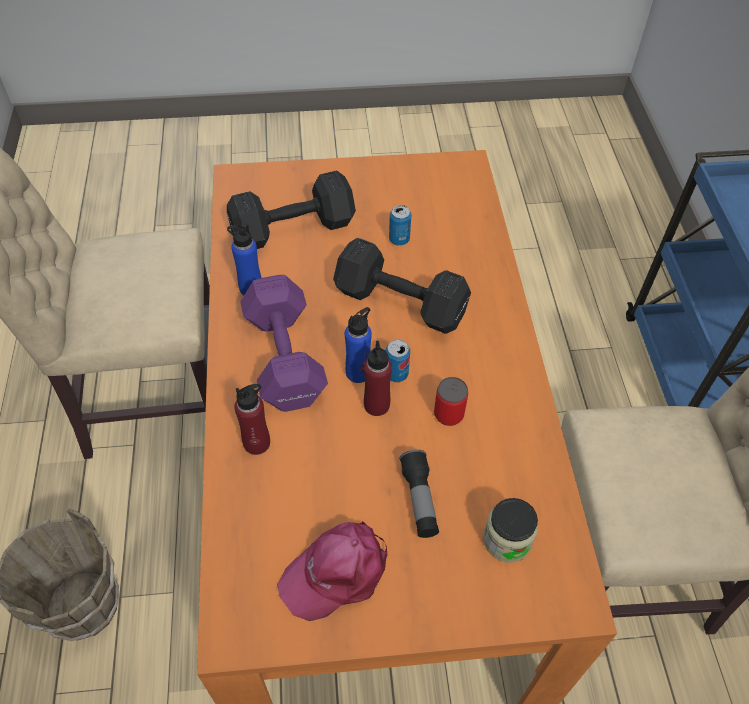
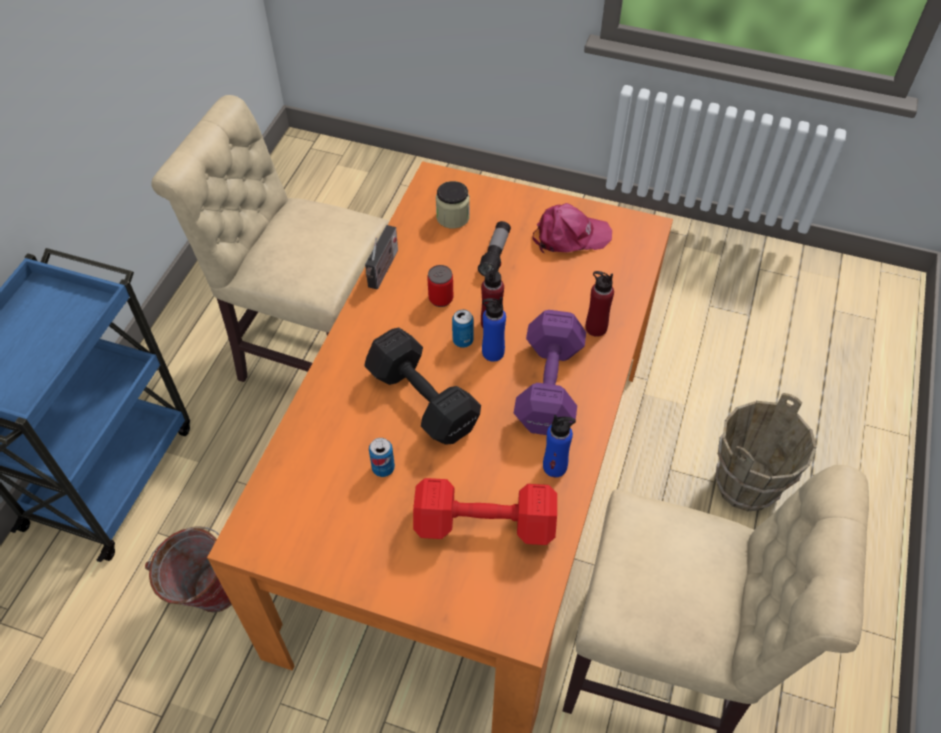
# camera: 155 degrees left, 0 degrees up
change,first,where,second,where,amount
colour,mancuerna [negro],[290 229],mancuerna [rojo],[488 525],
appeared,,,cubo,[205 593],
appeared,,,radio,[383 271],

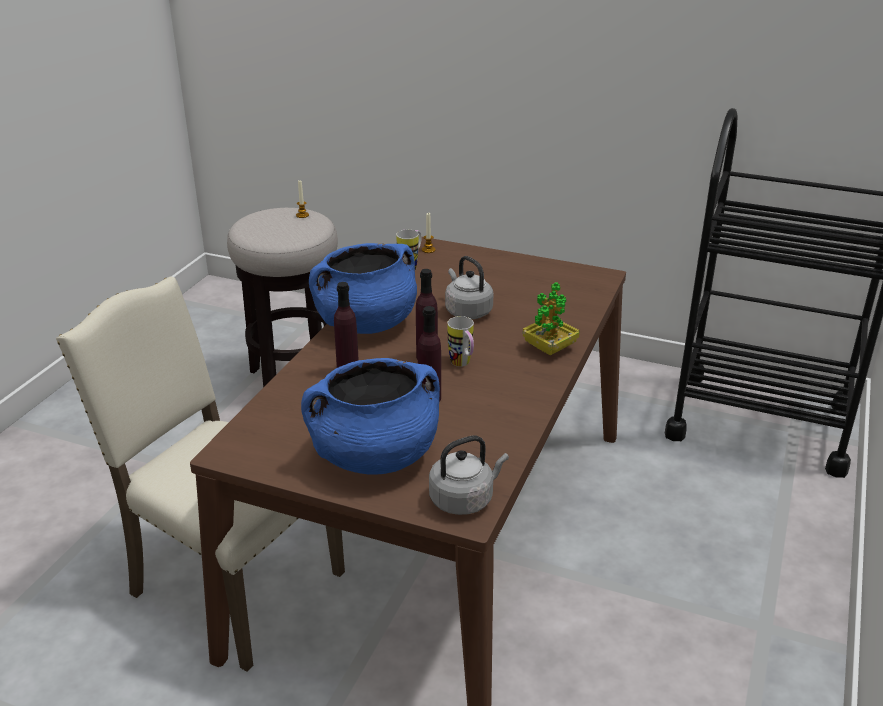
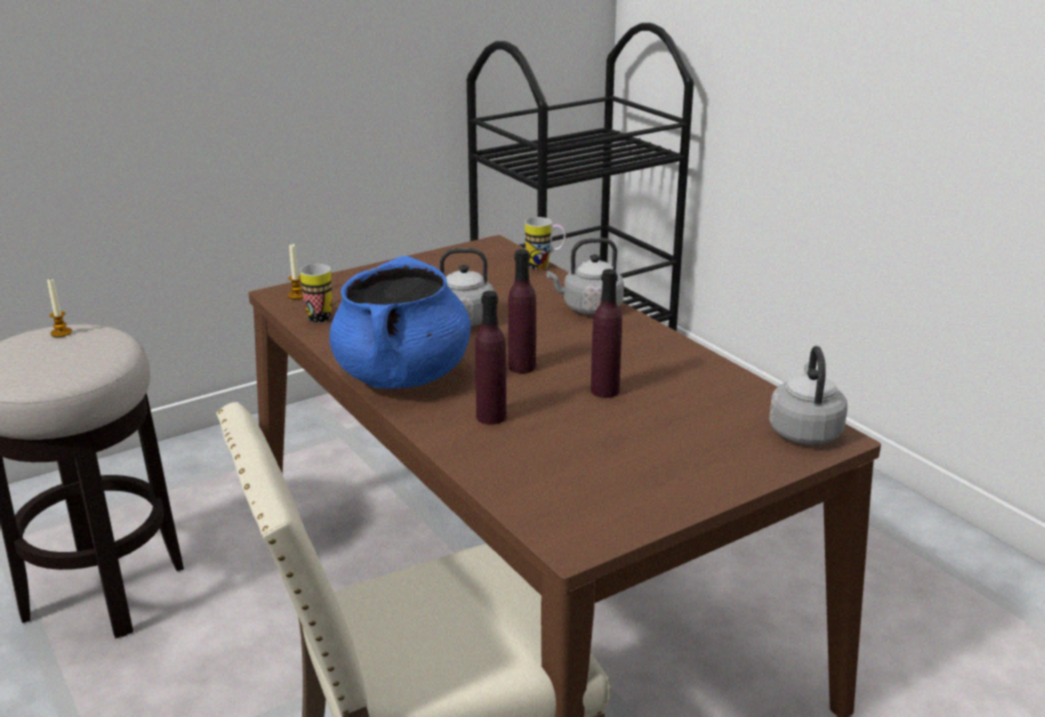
# camera: 55 degrees left, 5 degrees down
change,first,where,second,where,amount
missing,olla [azul],[375 456],,,
relocated,taza grande,[463 365],,[545 266],
exchanged,planta en maceta,[549 348],hervidor [gris],[589 308],

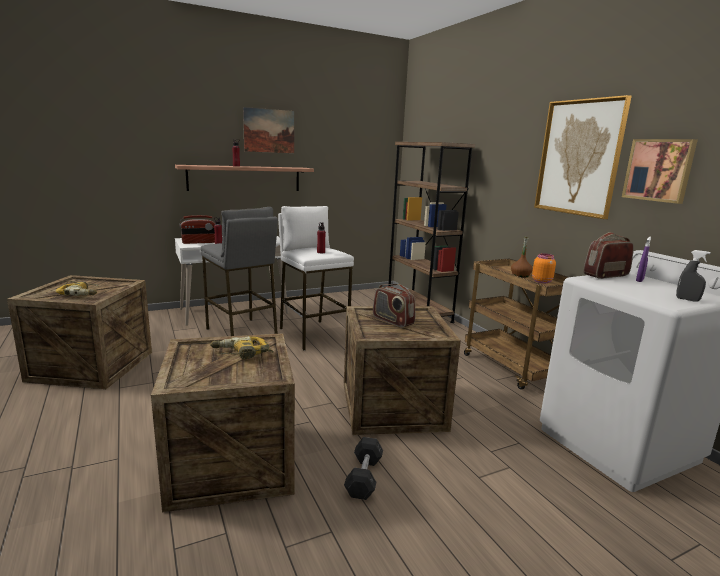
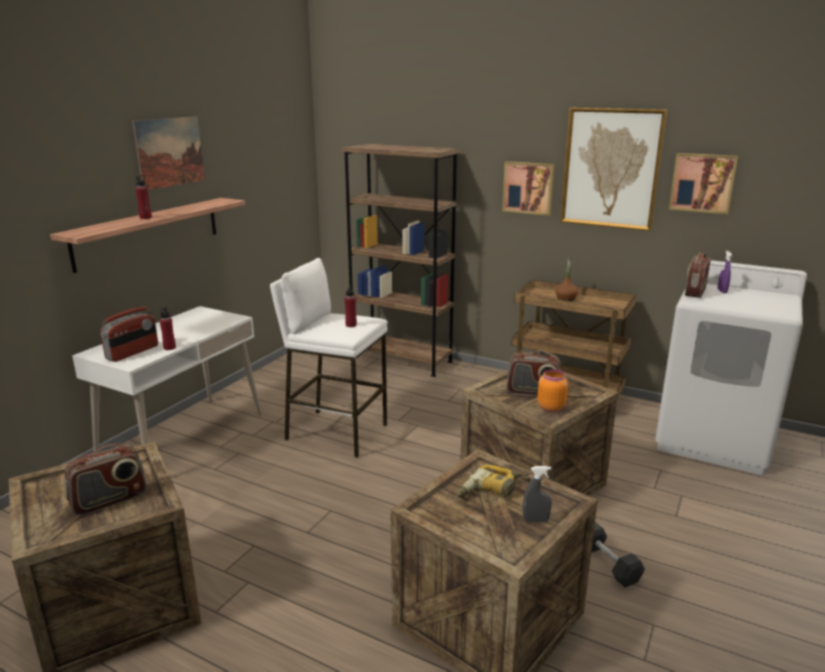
# camera: 35 degrees left, 5 degrees up
change,first,where,second,where,amount
exchanged,taladro,[80 293],radio,[109 500],
missing,taburete [gris],[241 333],,,
relocated,tarro [naranja],[541 281],,[550 407],
relocated,pulverizador [gris],[687 299],,[535 520],
appeared,,,cuadro,[528 187],

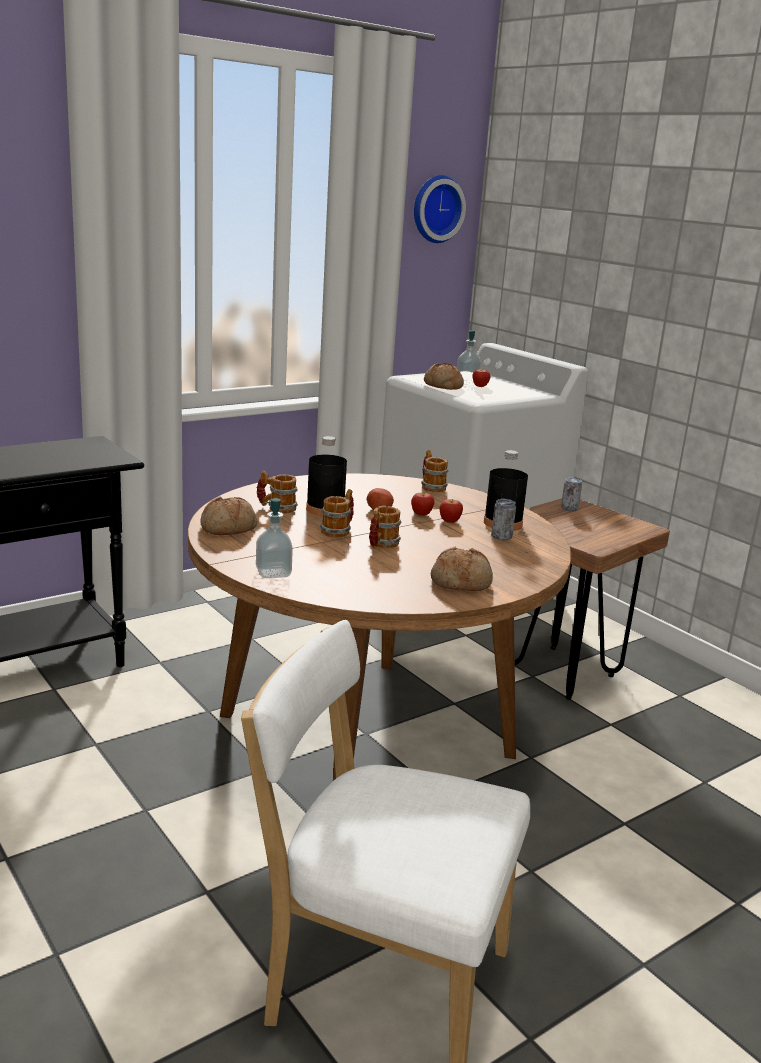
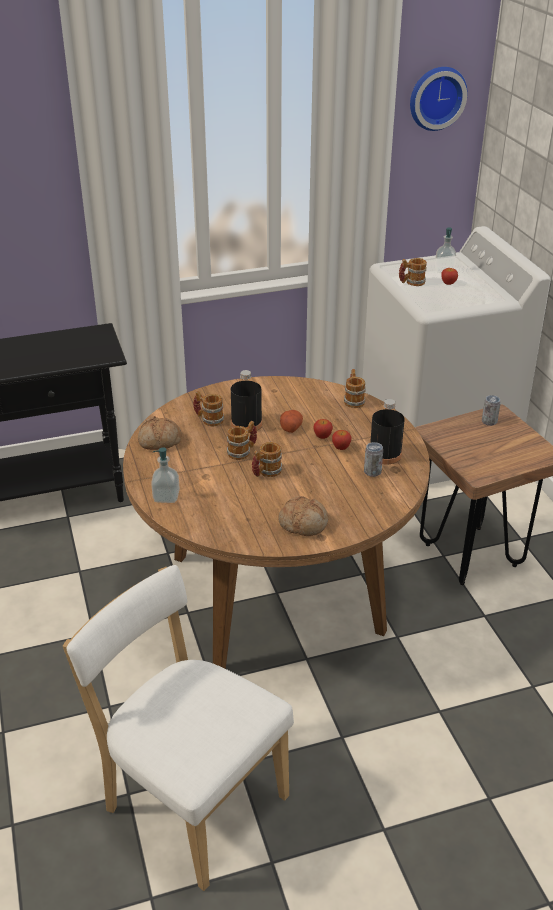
# camera: 20 degrees right, 15 degrees up
change,first,where,second,where,amount
exchanged,pan,[442 386],taza grande,[411 282],

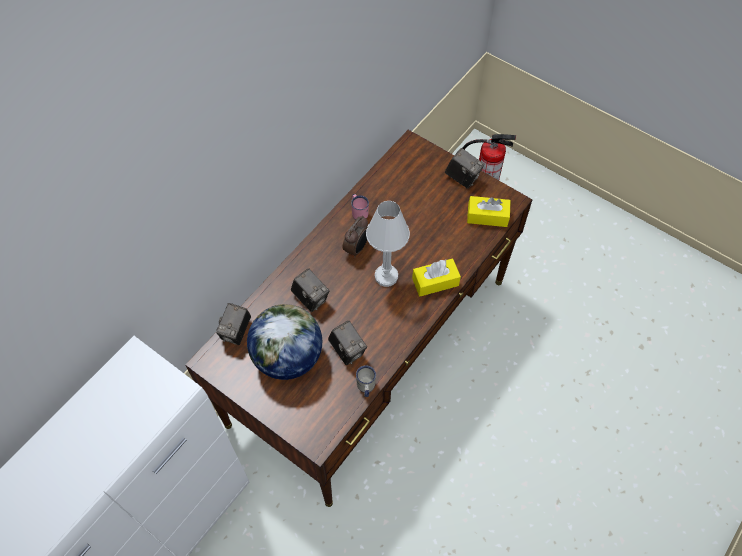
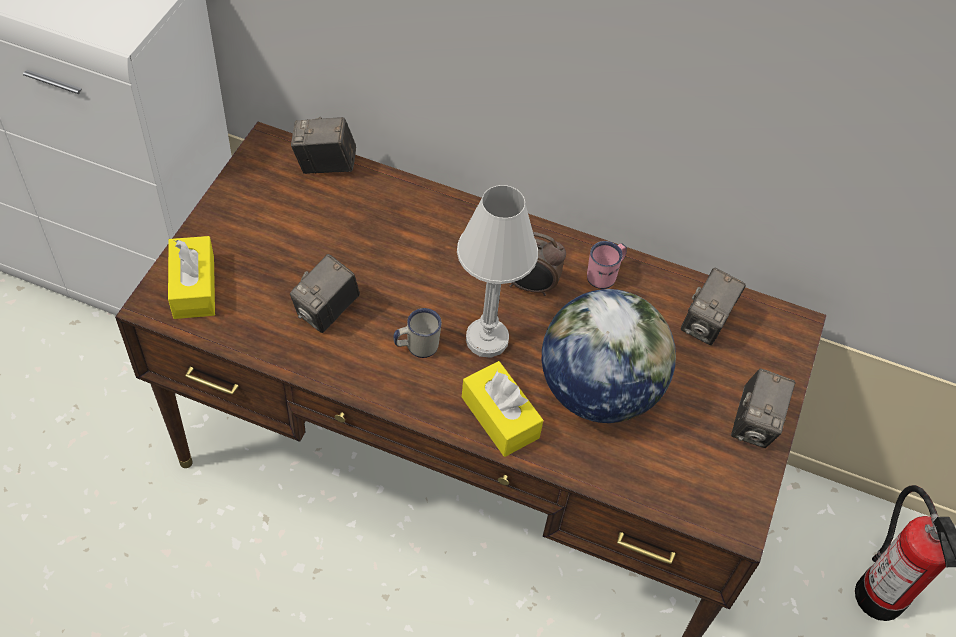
# camera: 70 degrees right, 5 degrees down
change,first,where,second,where,amount
relocated,globo terráqueo,[287 357],,[598 390],
relocated,cámara,[311 298],,[706 324],
relocated,taza grande [blanco],[365 388],,[416 346],
relocated,caja de pañuelos [amarillo],[487 216],,[194 287],

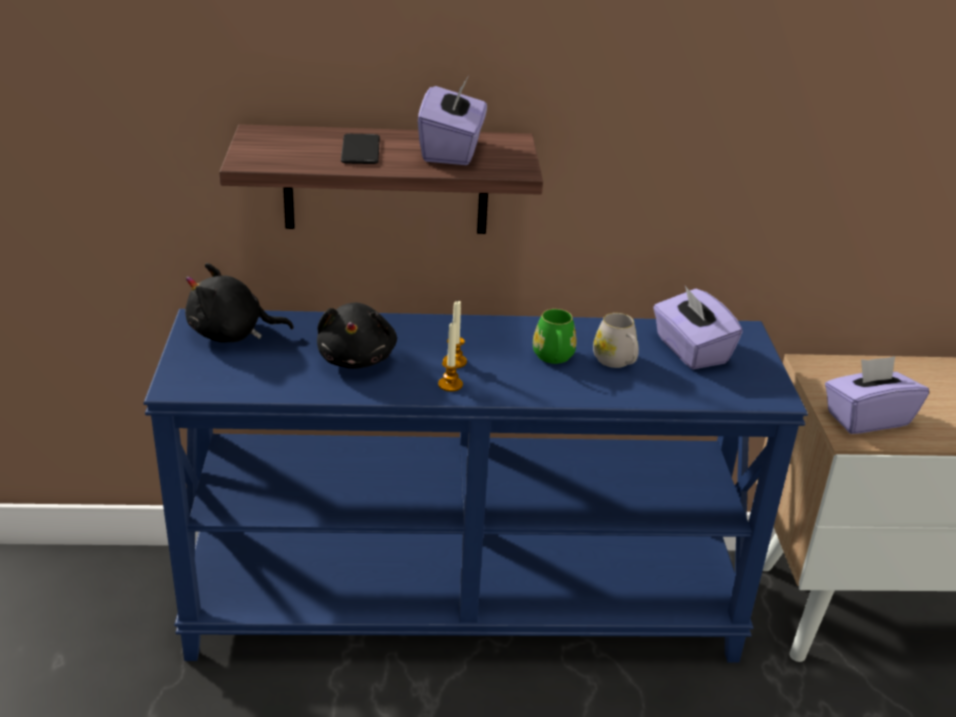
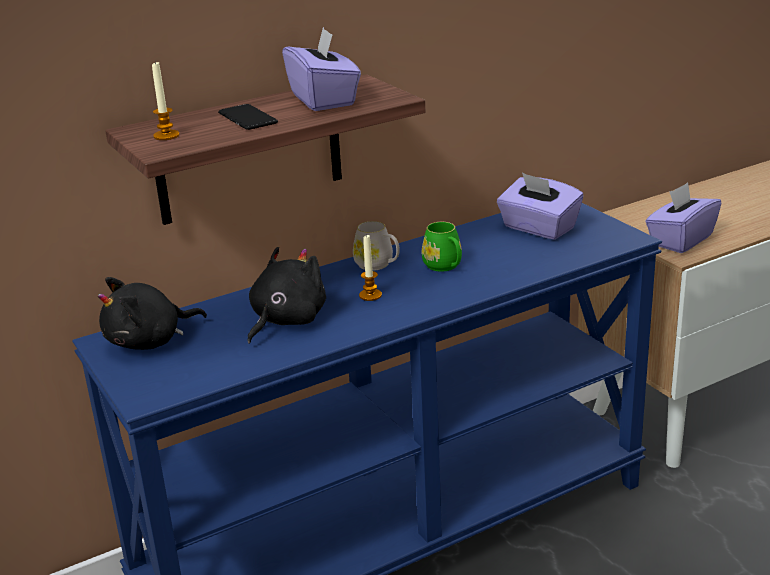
# camera: 25 degrees left, 5 degrees down
change,first,where,second,where,amount
spun,peluche [negro],[357 358],,[286 321],120 degrees counterclockwise
relocated,vela,[450 384],,[166 136],
relocated,taza grande [blanco],[617 362],,[378 265],

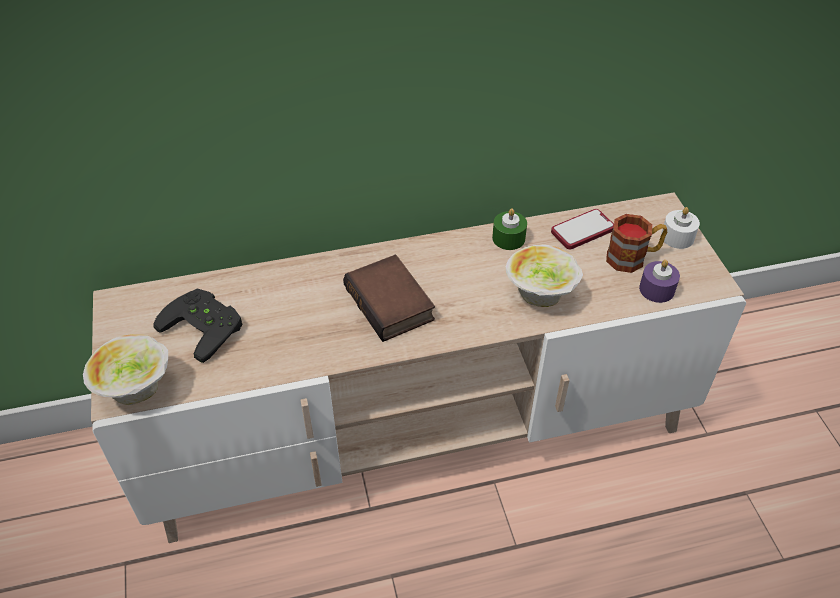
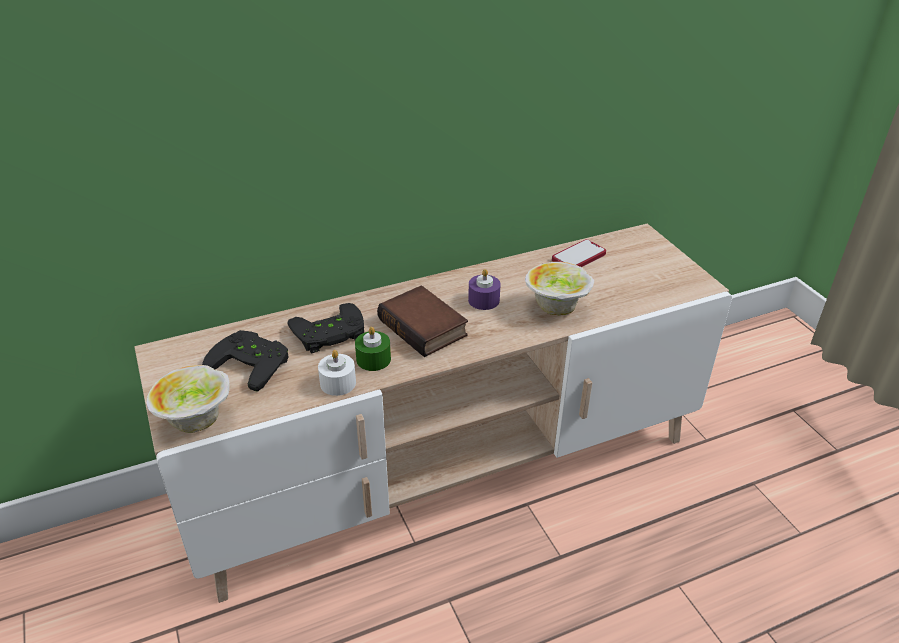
# camera: 10 degrees left, 10 degrees down
change,first,where,second,where,amount
relocated,vela [verde],[508 238],,[373 359],
missing,taza grande,[633 257],,,
relocated,vela [morado],[656 289],,[483 300],
relocated,vela [blanco],[677 237],,[338 383],
appeared,,,mando de consola [negro],[329 335],

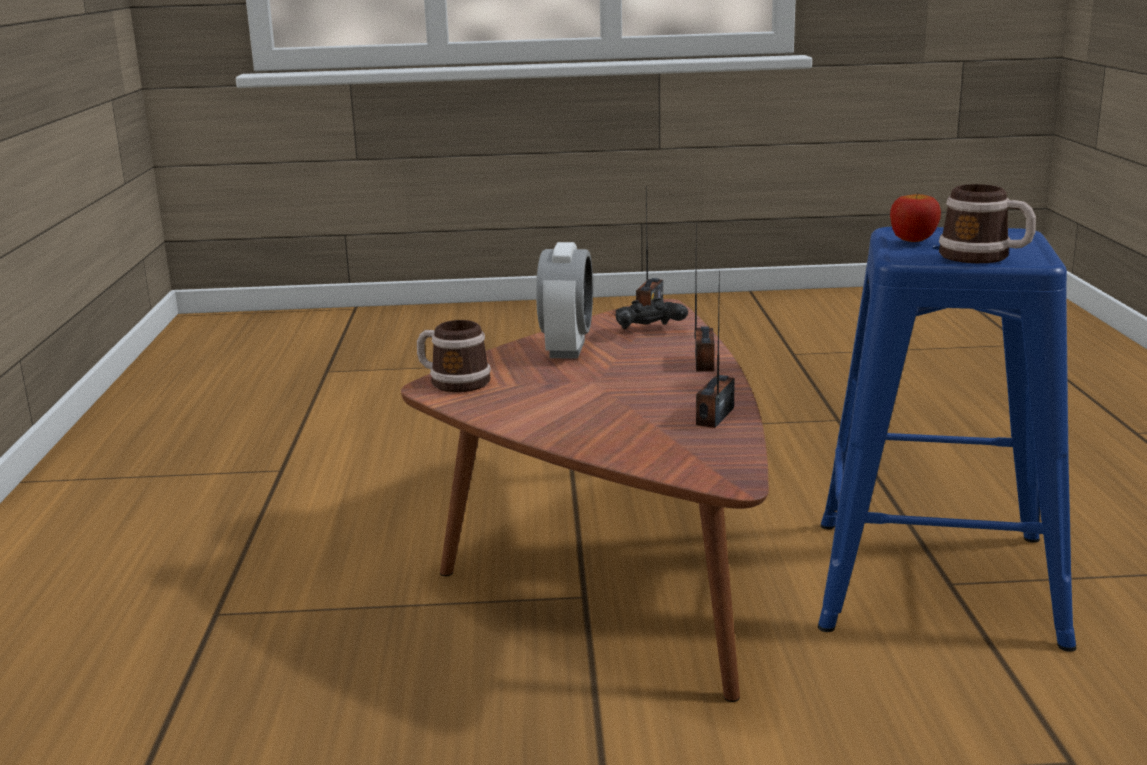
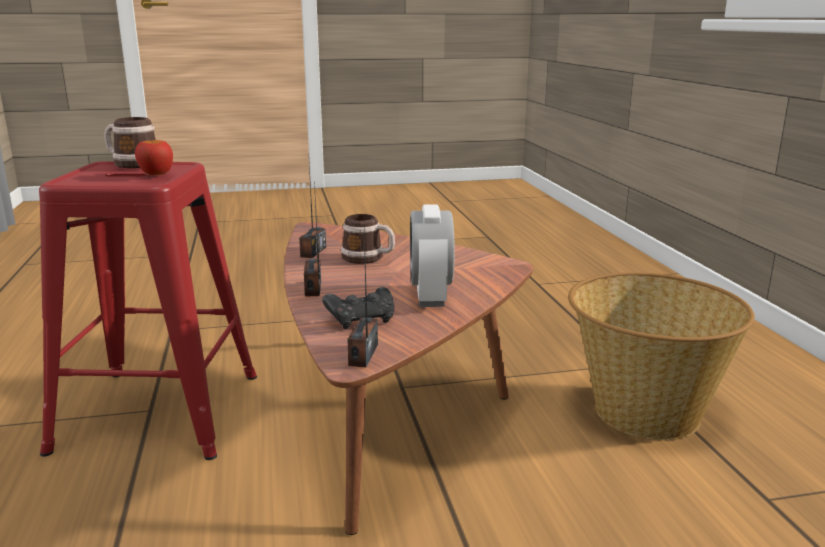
# camera: 170 degrees right, 0 degrees up
change,first,where,second,where,amount
relocated,taza grande,[453 382],,[368 258],
colour,taburete [azul],[932 581],taburete [rojo],[162 410],
appeared,,,cesta,[644 411],

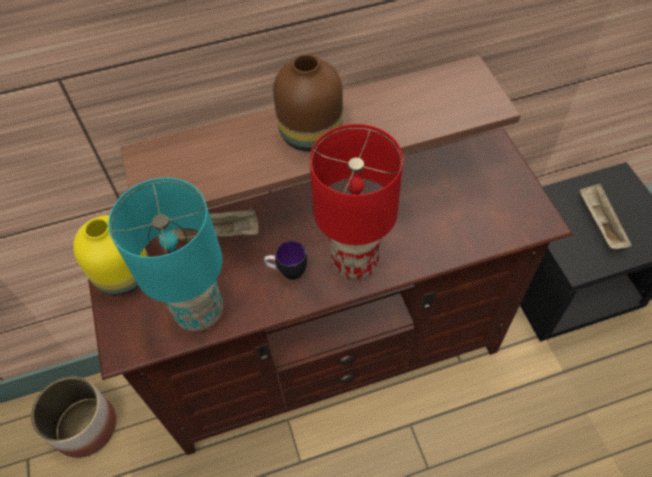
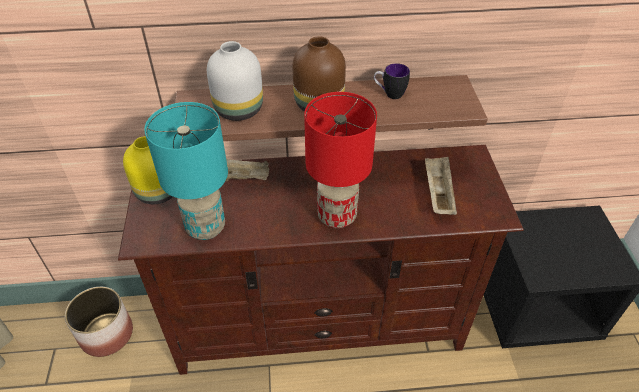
# camera: 10 degrees right, 10 degrees down
change,first,where,second,where,amount
relocated,taza grande,[287 272],,[389 94],
relocated,bandeja [beis],[599 223],,[437 193],
appeared,,,florero [blanco],[239 109],

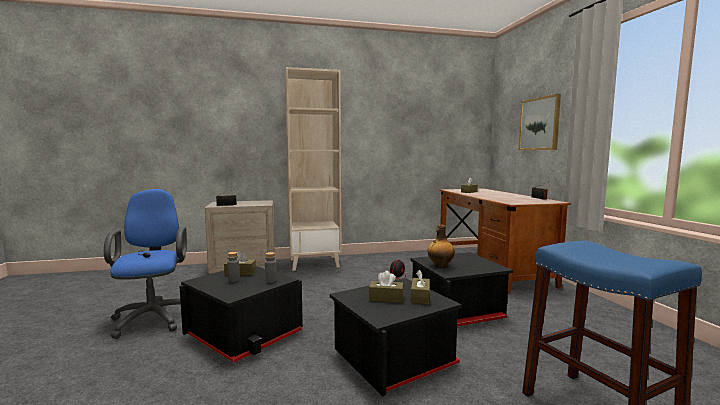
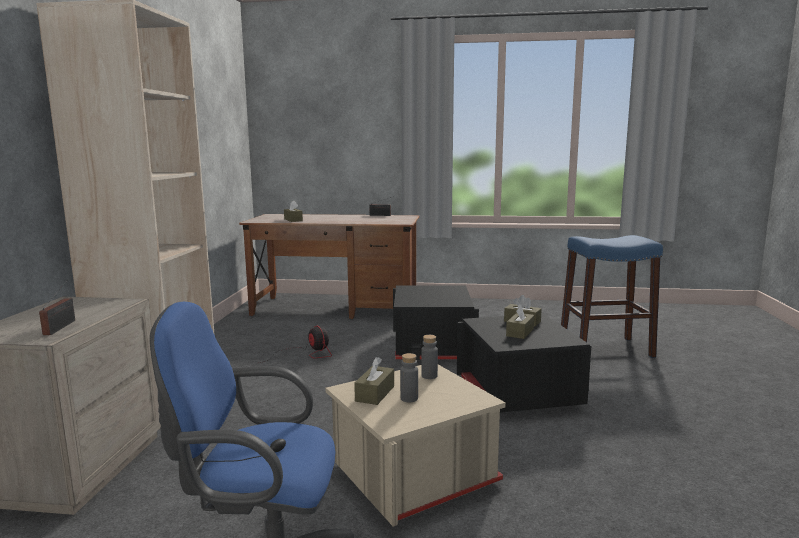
# camera: 70 degrees left, 5 degrees up
change,first,where,second,where,amount
colour,caja de almacenaje [negro],[244 334],caja de almacenaje [beis],[412 474],
missing,botella,[440 266],,,
missing,cuadro,[539 124],,,

